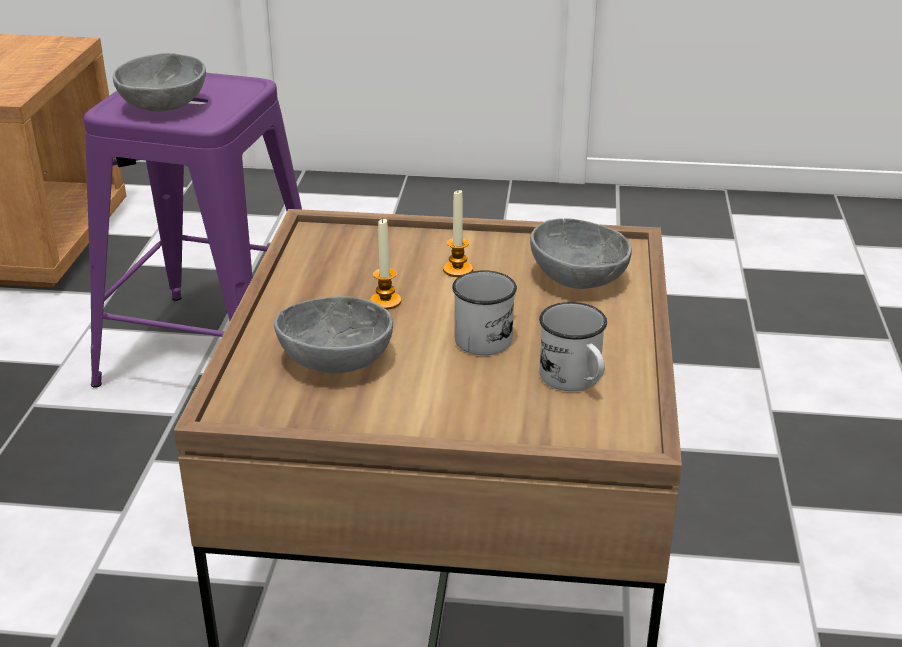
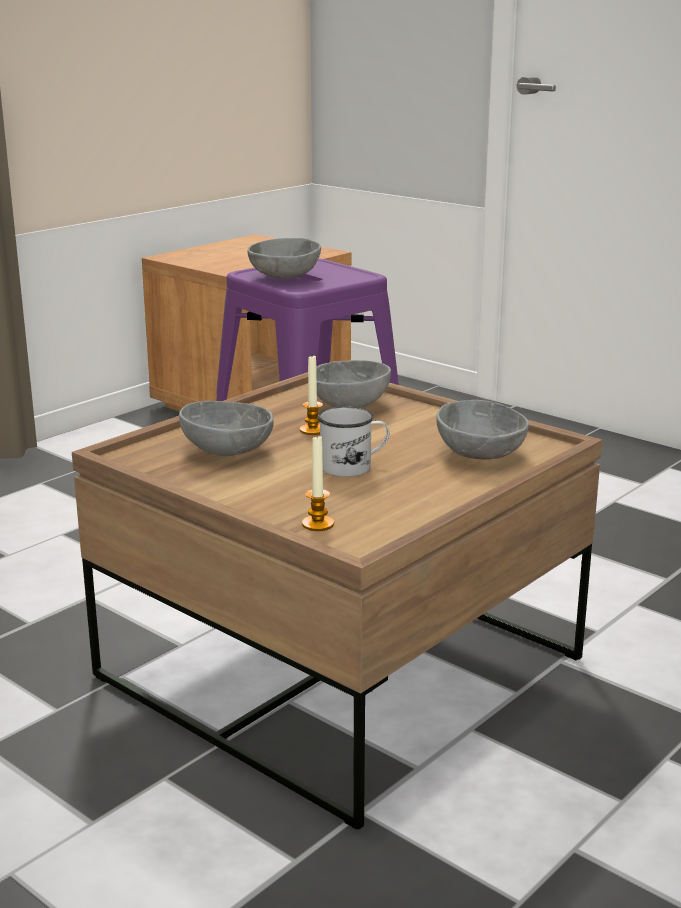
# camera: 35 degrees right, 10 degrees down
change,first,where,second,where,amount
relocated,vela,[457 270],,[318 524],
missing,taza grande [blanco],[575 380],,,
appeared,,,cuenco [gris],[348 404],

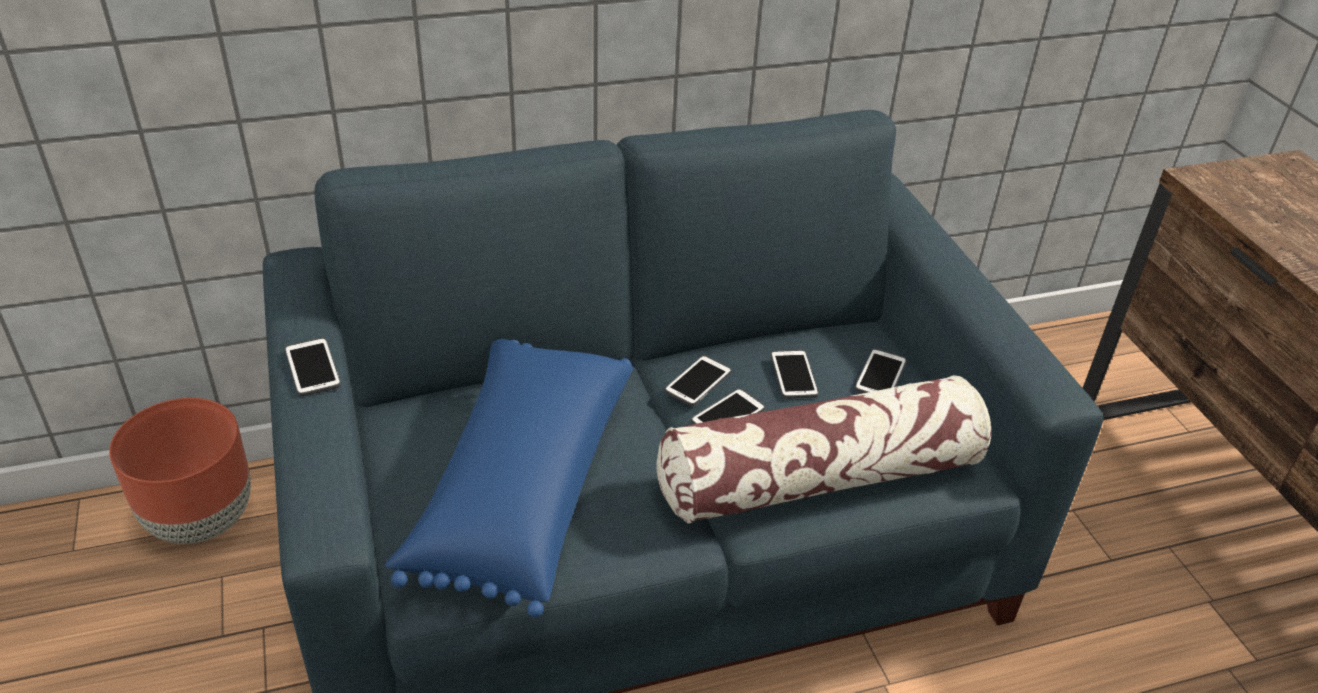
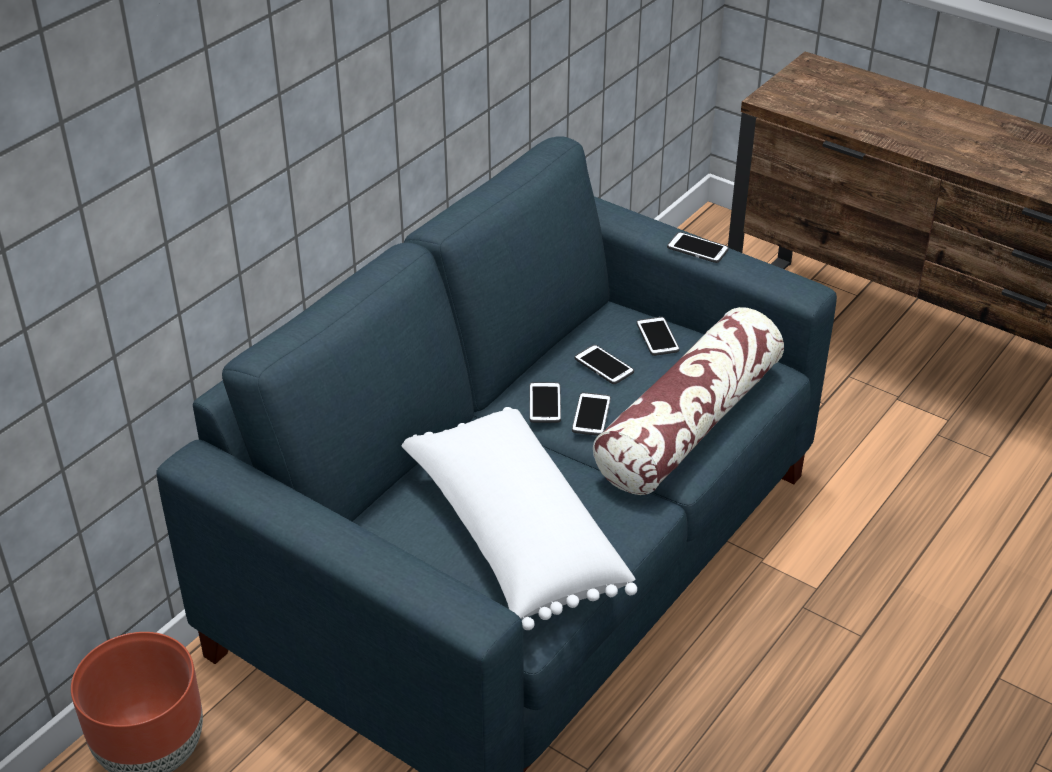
# camera: 35 degrees left, 0 degrees up
change,first,where,second,where,amount
relocated,móvil,[312 368],,[697 249],
colour,cojín [azul],[520 489],cojín [blanco],[512 536],

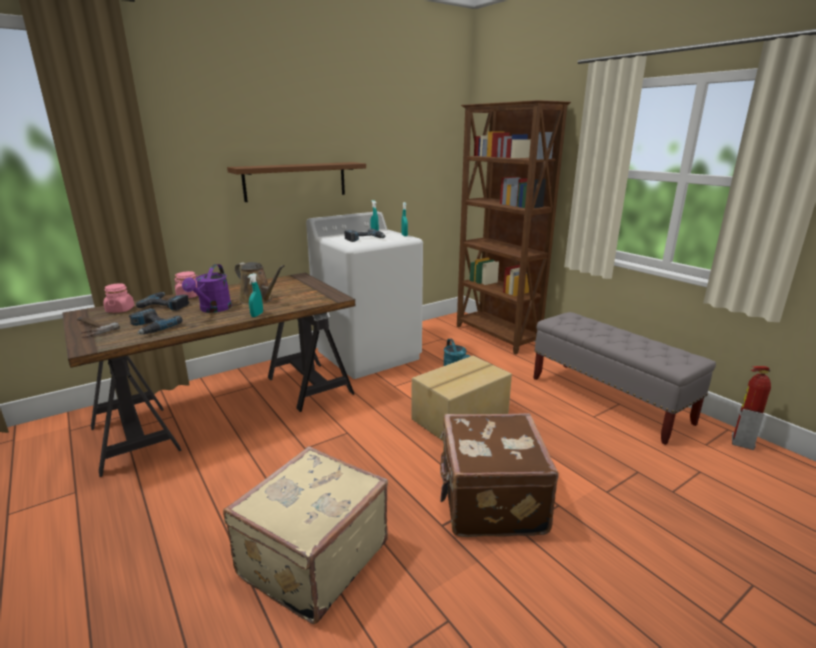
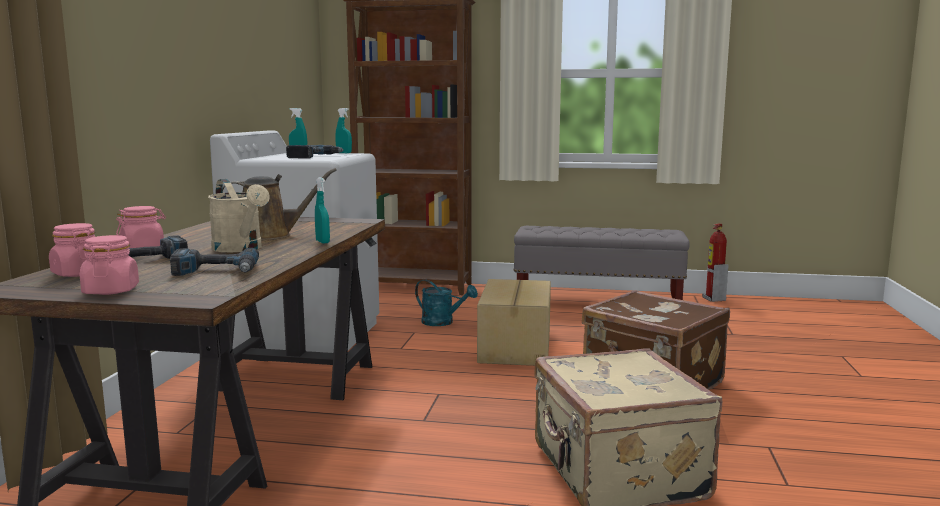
# camera: 45 degrees left, 10 degrees down
change,first,where,second,where,amount
exchanged,martillo,[89 328],tarro [rosa],[111 291],
colour,regadera [morado],[213 309],regadera [beis],[241 249],
missing,estante [marrón],[295 181],,,

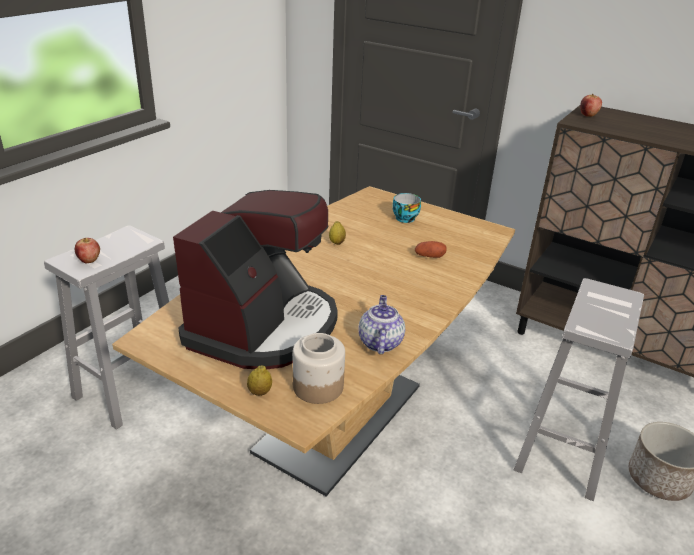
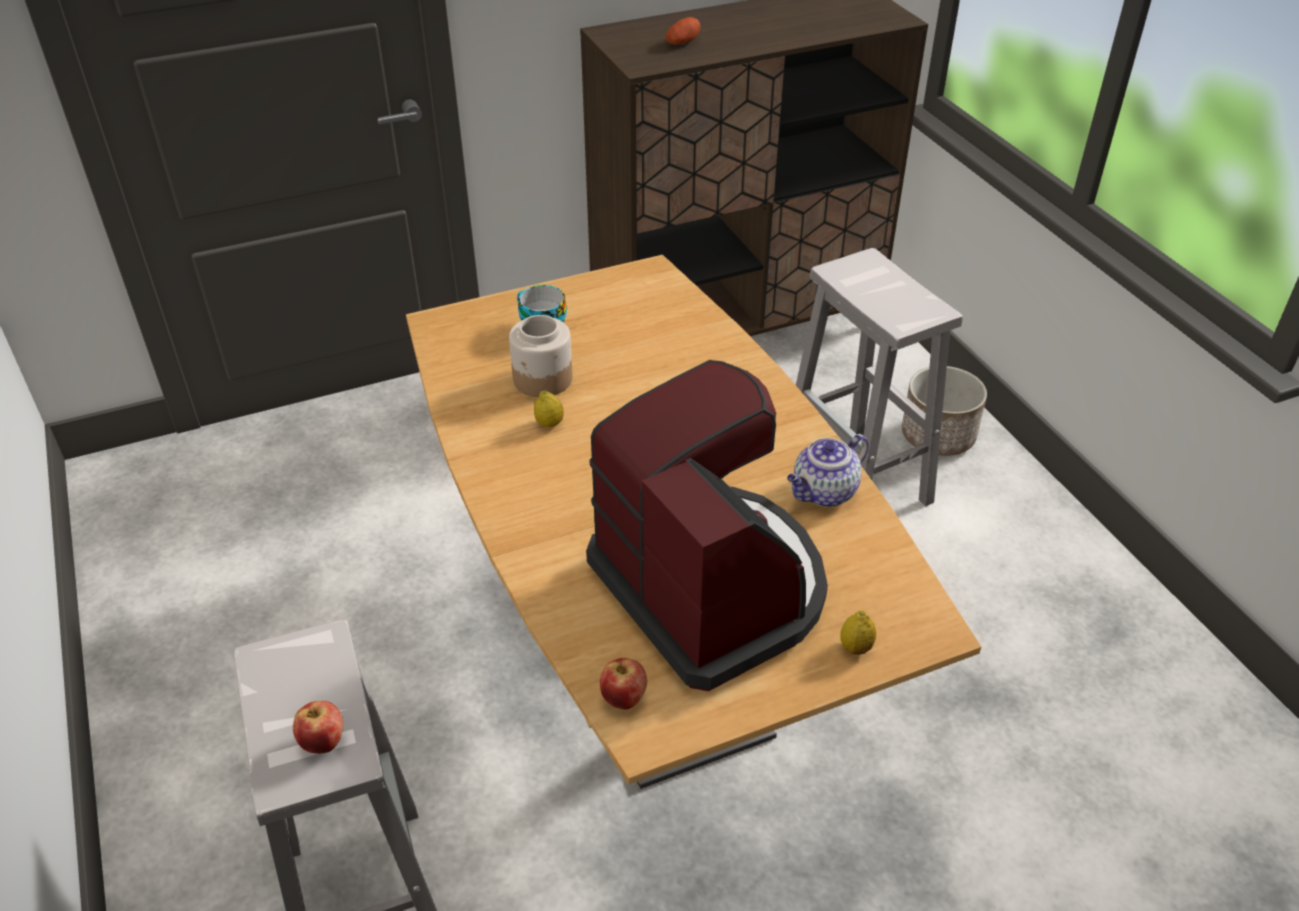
# camera: 55 degrees left, 10 degrees up
change,first,where,second,where,amount
relocated,tarro,[317 387],,[543 379],
spun,tetera,[379 342],,[824 493],75 degrees counterclockwise
relocated,patata,[429 256],,[683 42],
relocated,manzana,[588 115],,[623 699],

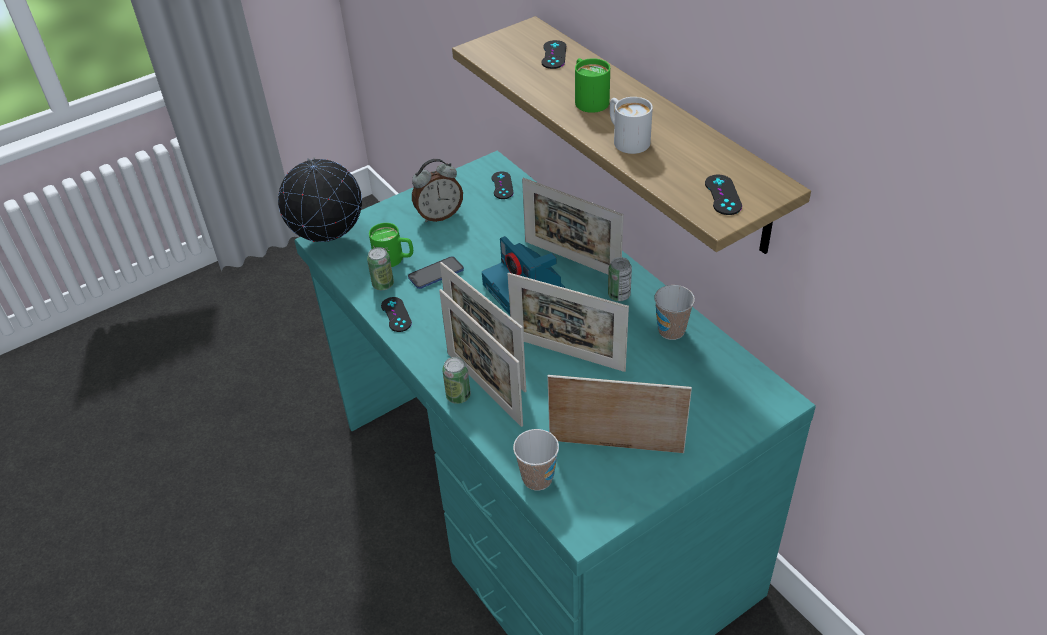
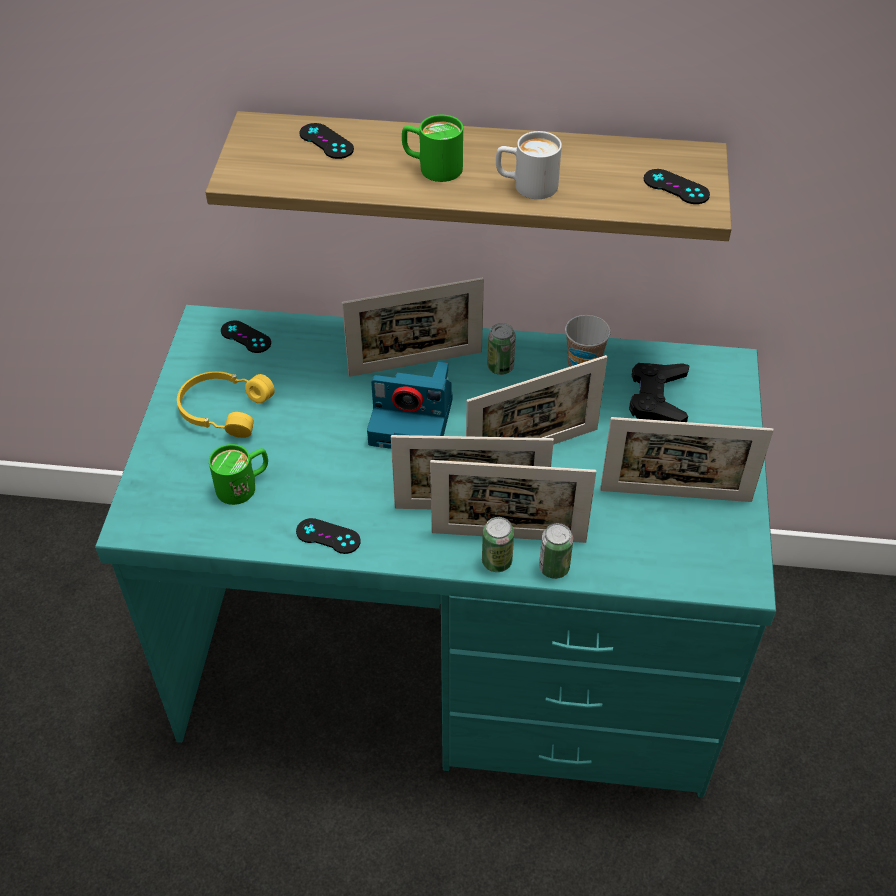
# camera: 50 degrees left, 5 degrees up
change,first,where,second,where,amount
missing,globo terráqueo,[329 241],,,
relocated,lata,[383 284],,[554 568],
missing,móvil,[436 274],,,
exchanged,despertador,[439 215],auriculares [amarillo],[224 409],
missing,taza,[537 478],,,
spun,portarretratos,[616 446],,[675 495],135 degrees counterclockwise
appeared,,,mando de consola [negro],[657 398],

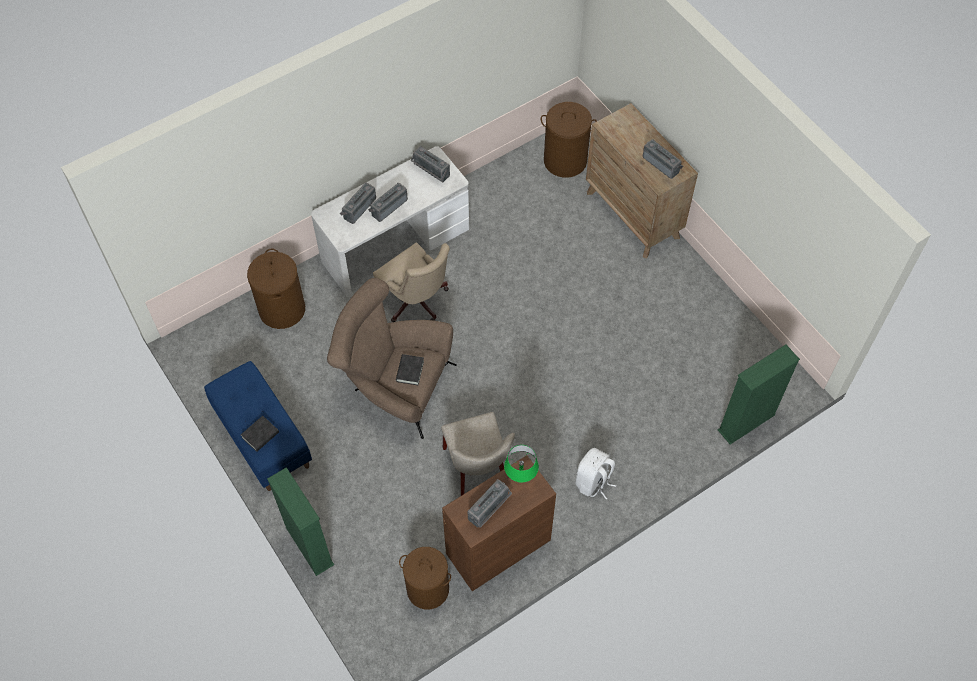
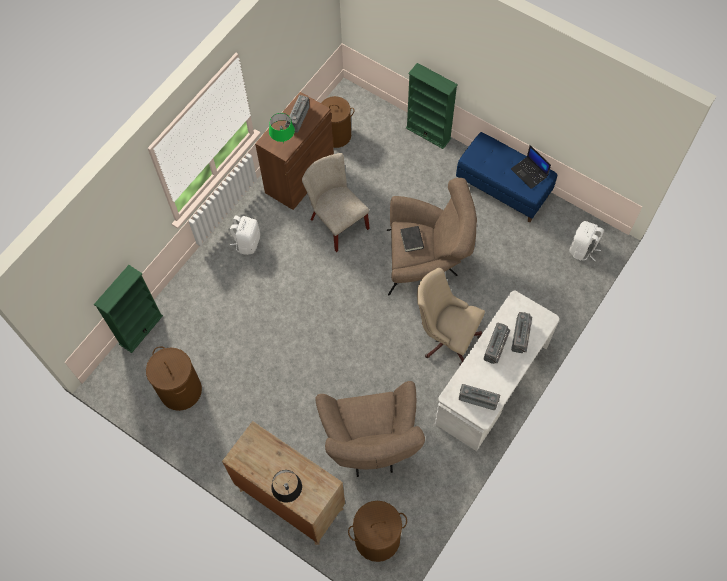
# camera: 160 degrees right, 5 degrees up
change,first,where,second,where,amount
missing,libro [negro],[260 435],,,
relocated,cesto de la ropa [marrón],[282 309],,[180 390],
missing,radio,[662 164],,,
appeared,,,lámpara de mesa [negro],[289 493],
appeared,,,sillón [marrón],[371 443],
appeared,,,portátil,[529 173],
appeared,,,mochila [blanco],[582 249],

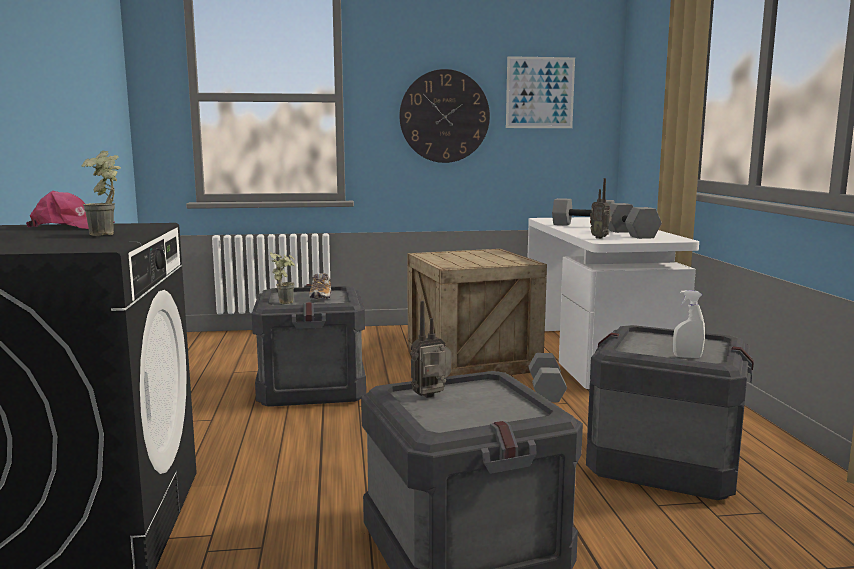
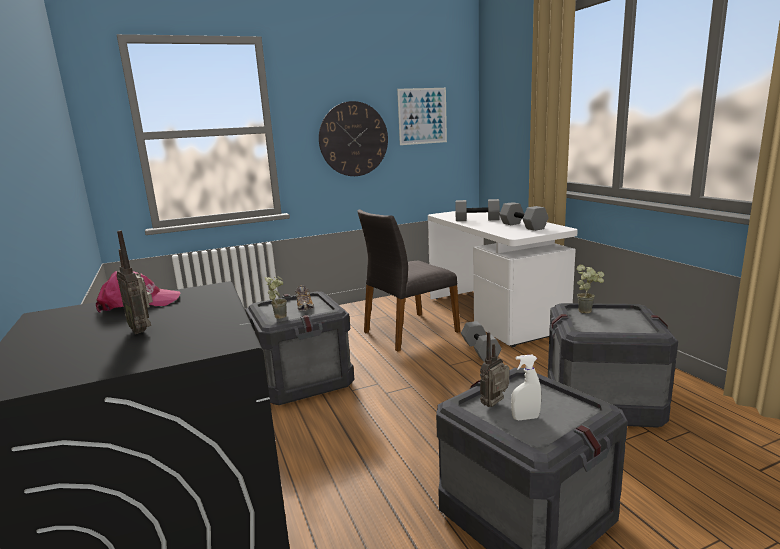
# camera: 15 degrees left, 5 degrees up
change,first,where,second,where,amount
relocated,planta en maceta,[109 235],,[588 311],
exchanged,caja de embalaje,[472 360],silla [gris],[409 331],
relocated,radio,[600 238],,[142 330],
relocated,pulverizador [blanco],[687 357],,[525 418],

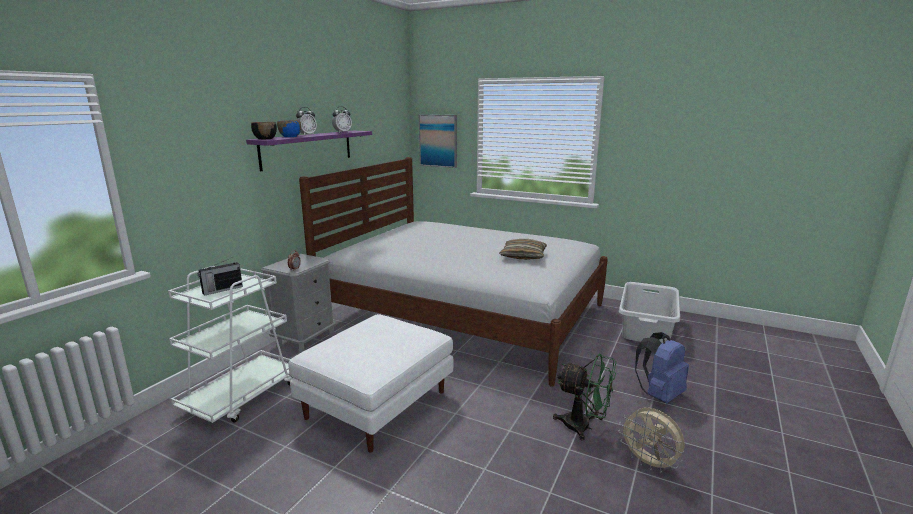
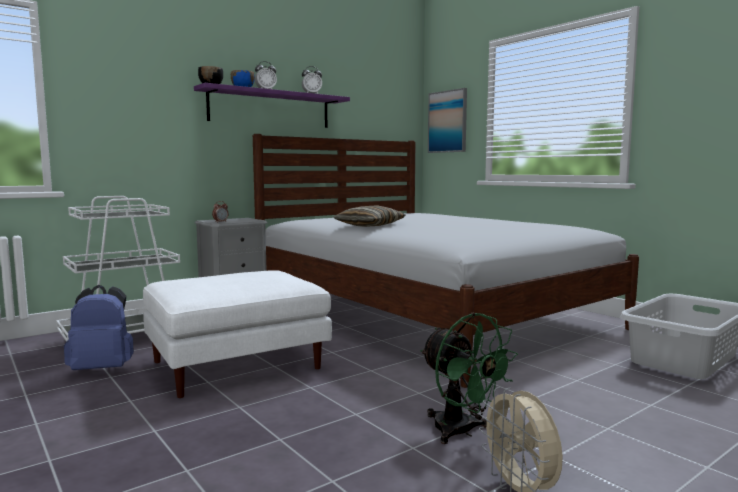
# camera: 25 degrees right, 10 degrees down
change,first,where,second,where,amount
missing,radio,[222 290],,,
relocated,cojín,[523 256],,[369 225],
relocated,mochila [azul],[659 395],,[103 369],

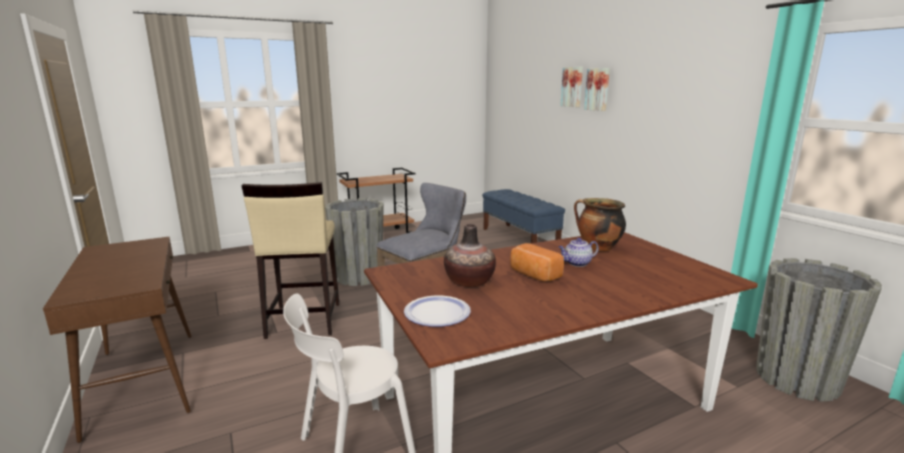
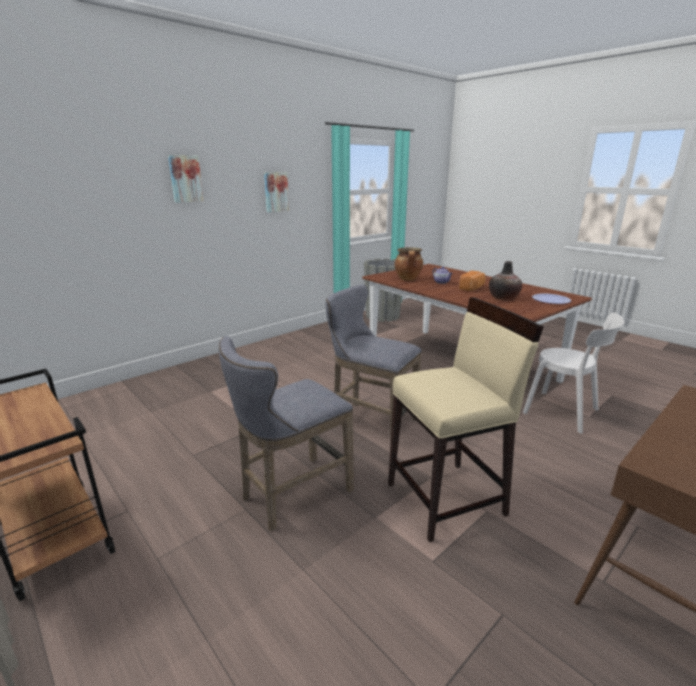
# camera: 105 degrees left, 5 degrees up
change,first,where,second,where,amount
exchanged,maceta [gris],[359 276],taburete [gris],[291 495],
missing,banco [azul],[519 238],,,
relocated,cuadro,[572 87],,[275 192],

